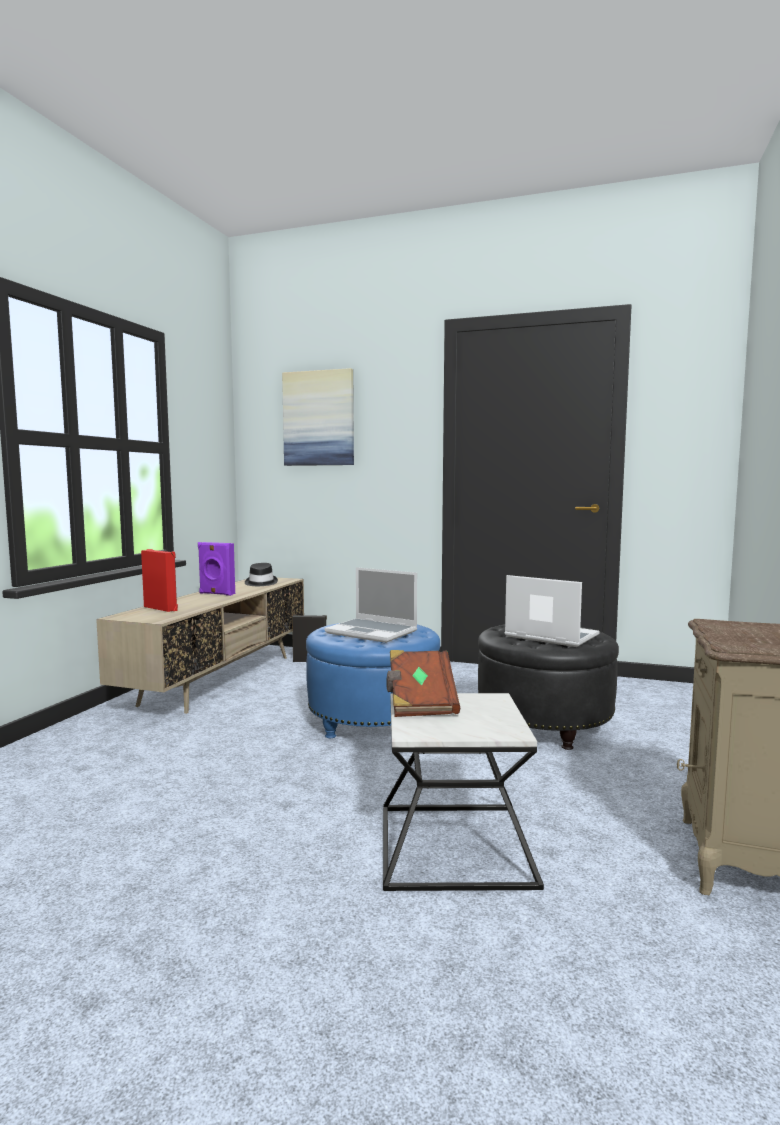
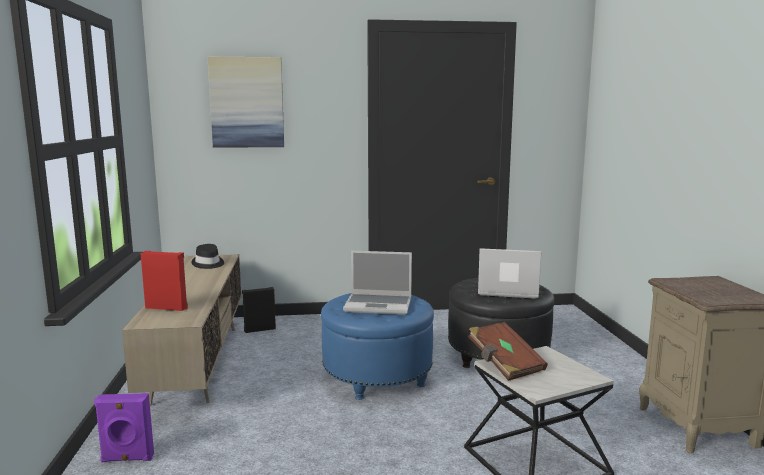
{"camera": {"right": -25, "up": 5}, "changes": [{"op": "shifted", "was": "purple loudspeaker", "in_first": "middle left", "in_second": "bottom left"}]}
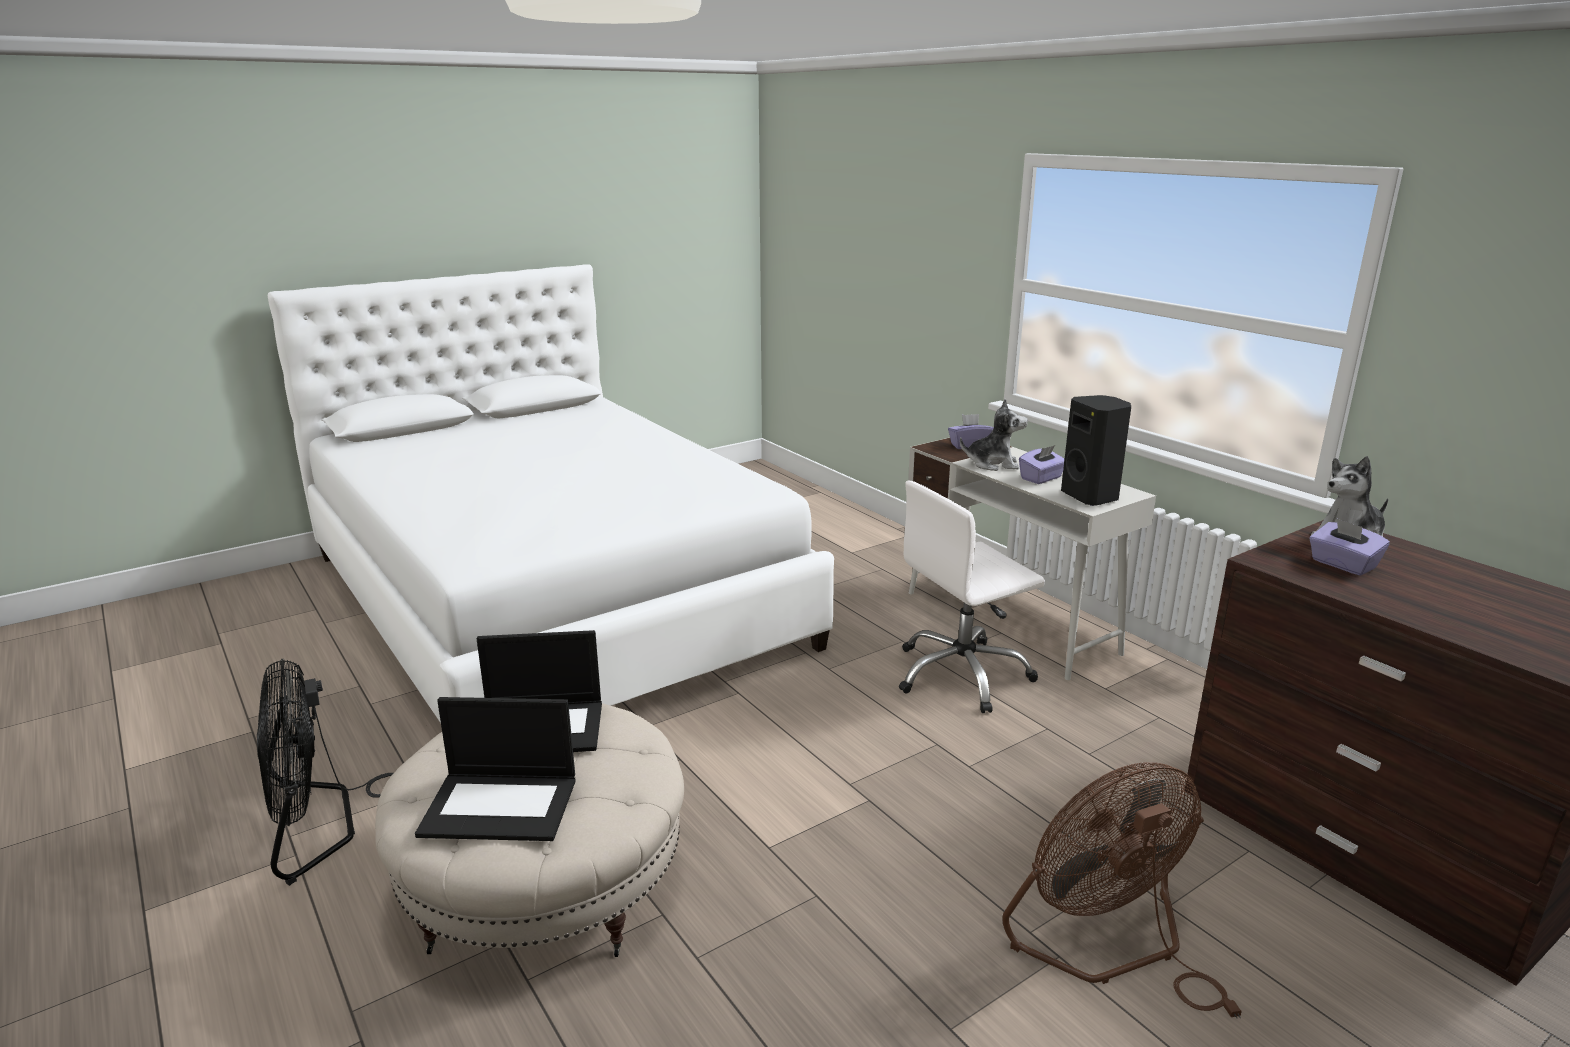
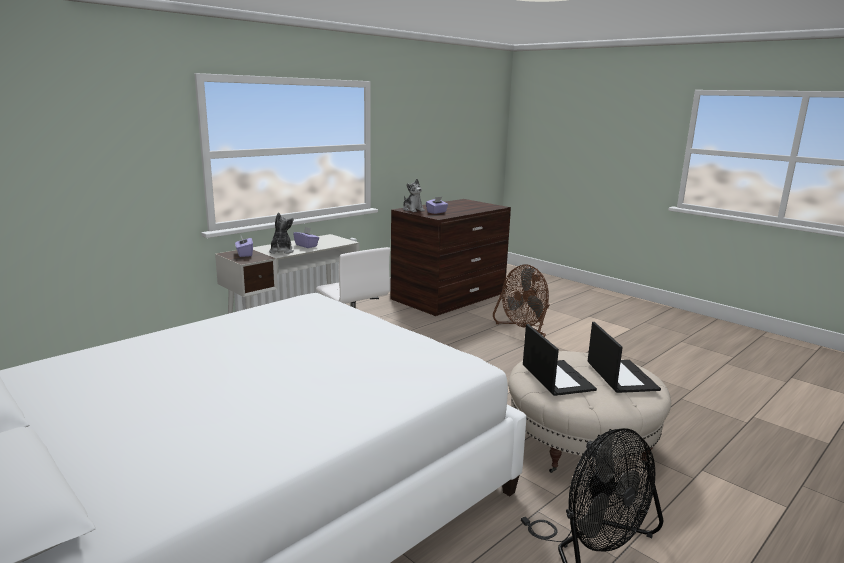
{"camera": {"right": -100, "up": -5}, "changes": [{"op": "gone", "was": "black-coloured loudspeaker", "in_first": "middle right"}]}
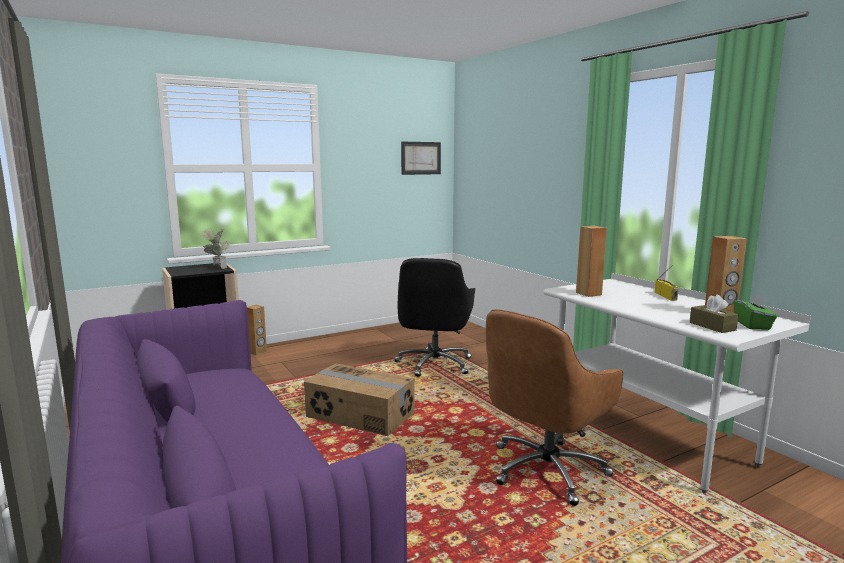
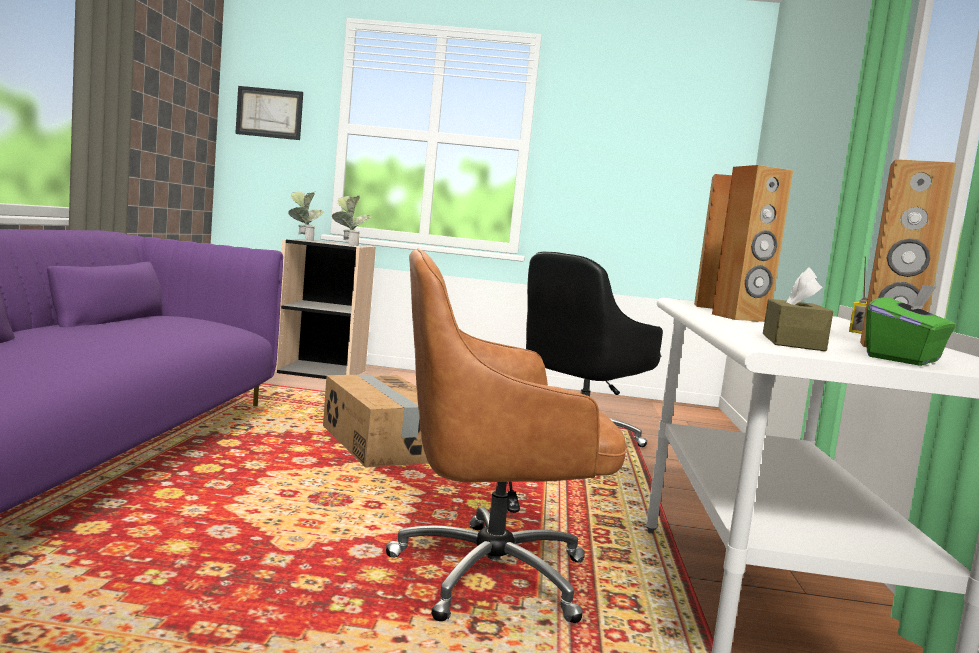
{"camera": {"right": 35, "up": -5}, "changes": [{"op": "shifted", "was": "brownish loudspeaker (no. 1 from left in the first image)", "now": "brownish loudspeaker (no. 2 from left)", "in_first": "middle left", "in_second": "middle right"}, {"op": "shifted", "was": "picture", "in_first": "top centre", "in_second": "top left"}, {"op": "new", "now": "houseplant (no. 1 from left)", "in_second": "top left"}]}
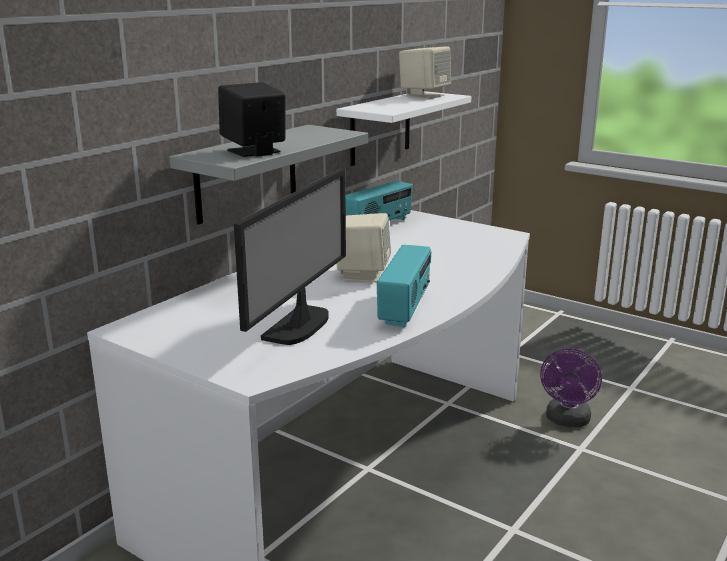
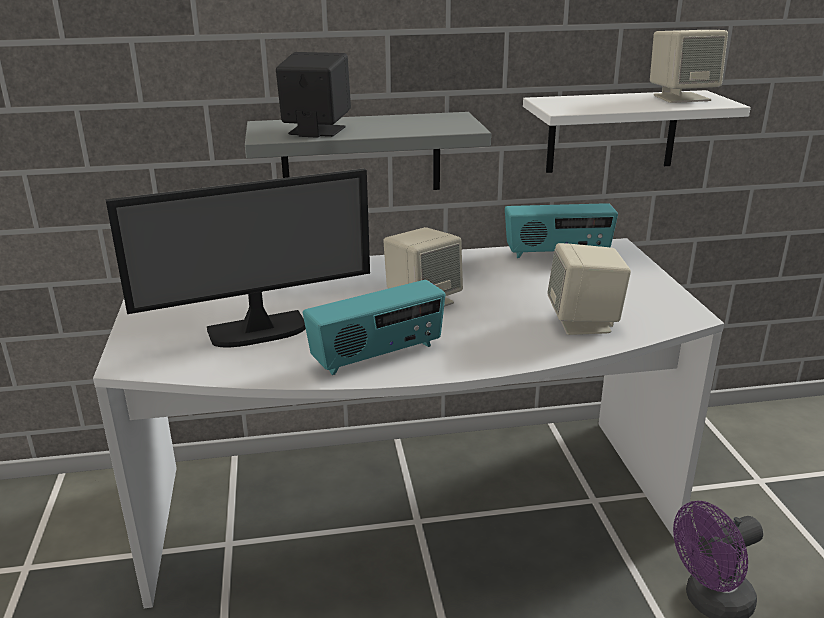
{"camera": {"right": 45, "up": 5}, "changes": [{"op": "new", "now": "sand-coloured loudspeaker (no. 2 from left)", "in_second": "middle right"}]}
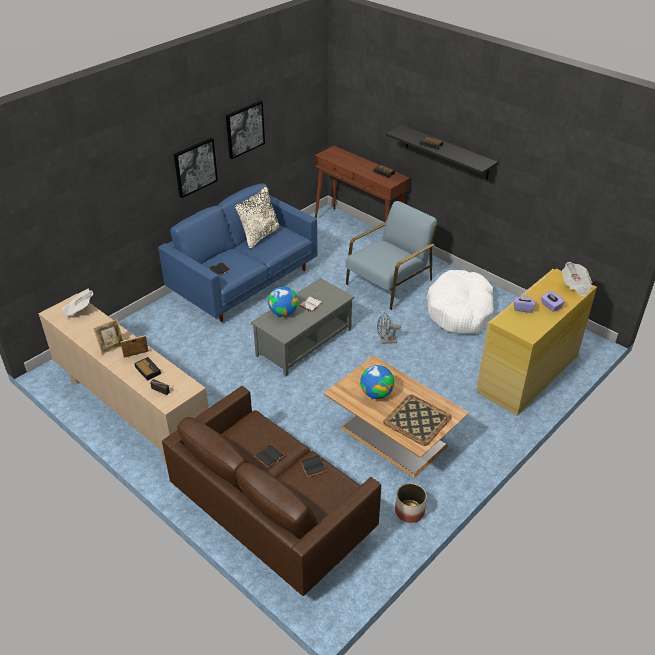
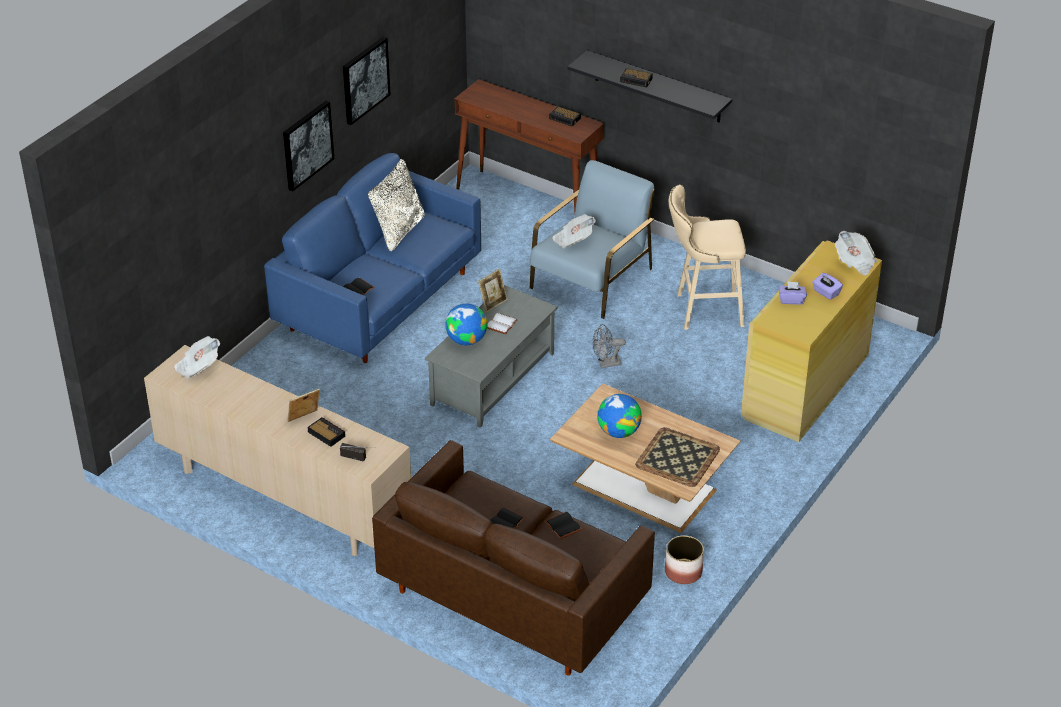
{"camera": {"right": -10, "up": 0}, "changes": [{"op": "shifted", "was": "picture frame (no. 1 from left in the first image)", "now": "picture frame (no. 2 from left)", "in_first": "middle left", "in_second": "centre"}, {"op": "swapped", "was": "whitish dog cushion", "now": "sand-coloured stool", "in_first": "middle right", "in_second": "centre"}, {"op": "new", "now": "printed paper (no. 2 from left)", "in_second": "top centre"}]}
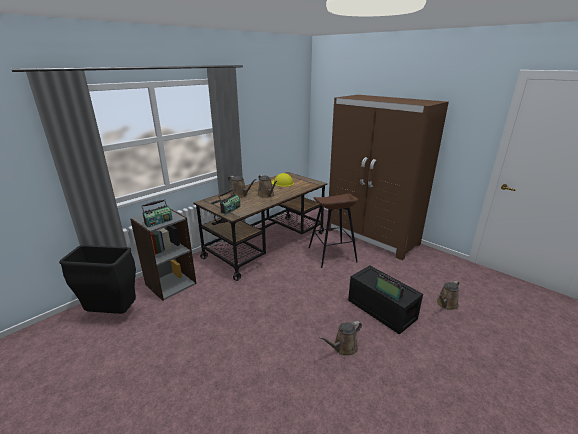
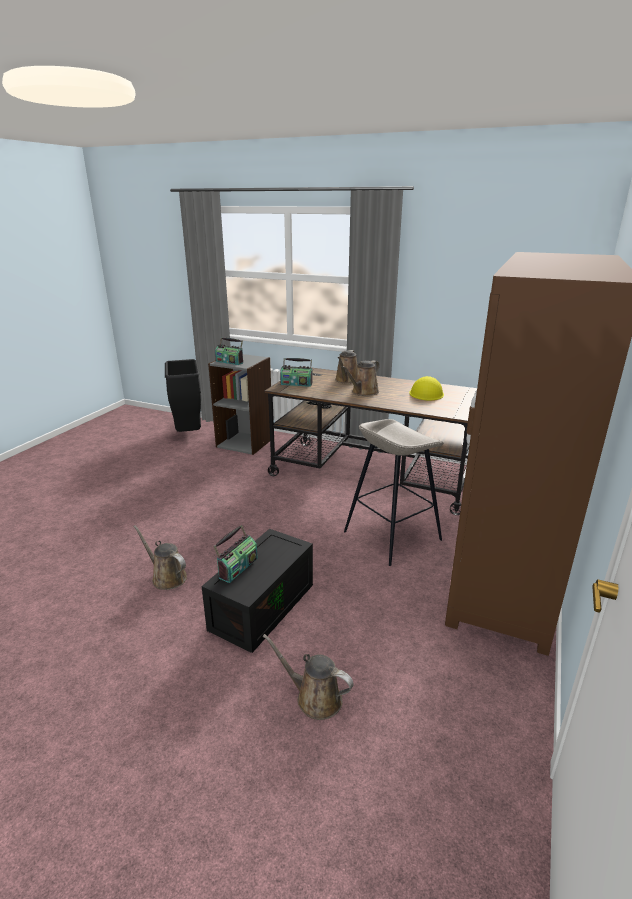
{"camera": {"right": 70, "up": 0}, "changes": [{"op": "repainted", "was": "brownish stool", "now": "gray stool", "in_first": "centre", "in_second": "centre"}]}
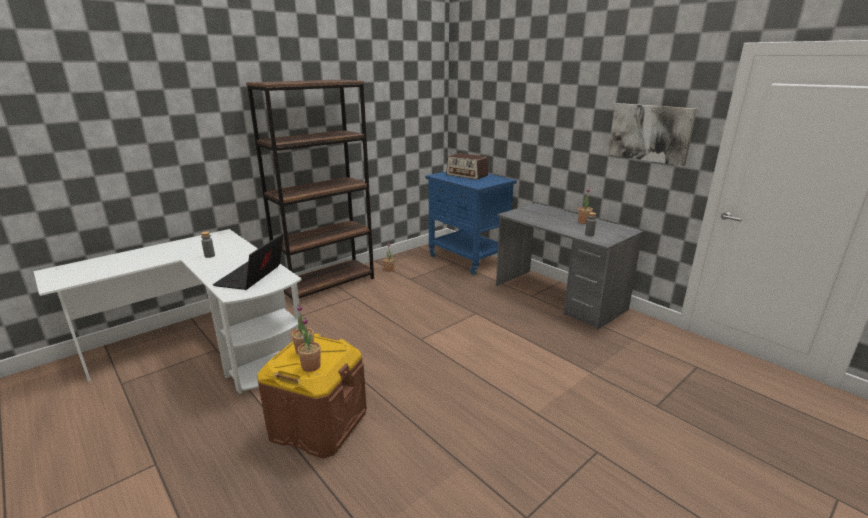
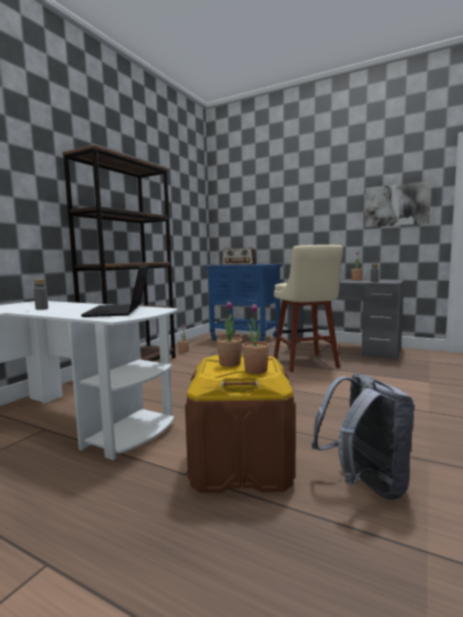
{"camera": {"right": -20, "up": -15}, "changes": [{"op": "new", "now": "sand-coloured stool", "in_second": "centre"}, {"op": "new", "now": "gray knapsack", "in_second": "bottom right"}]}
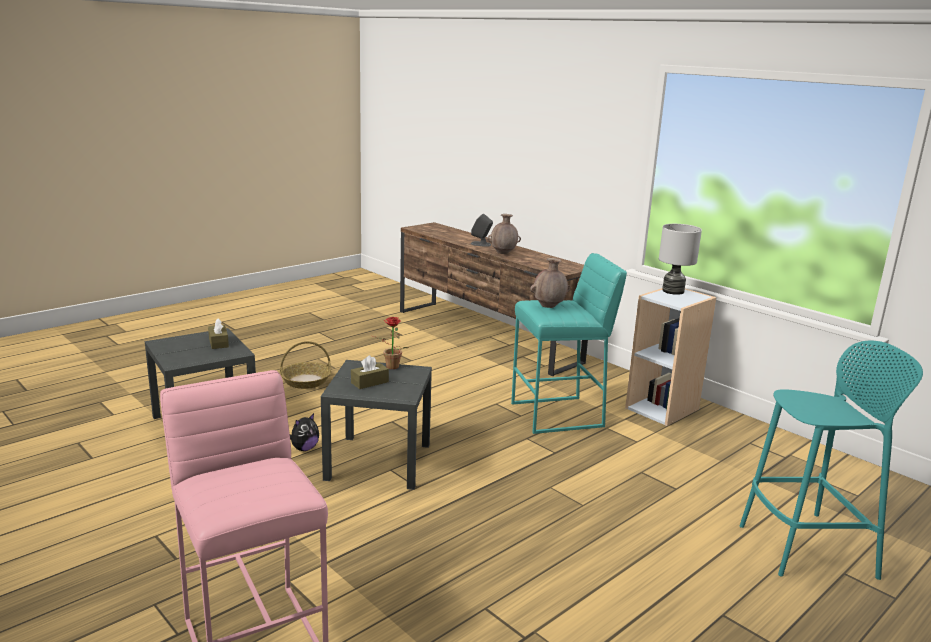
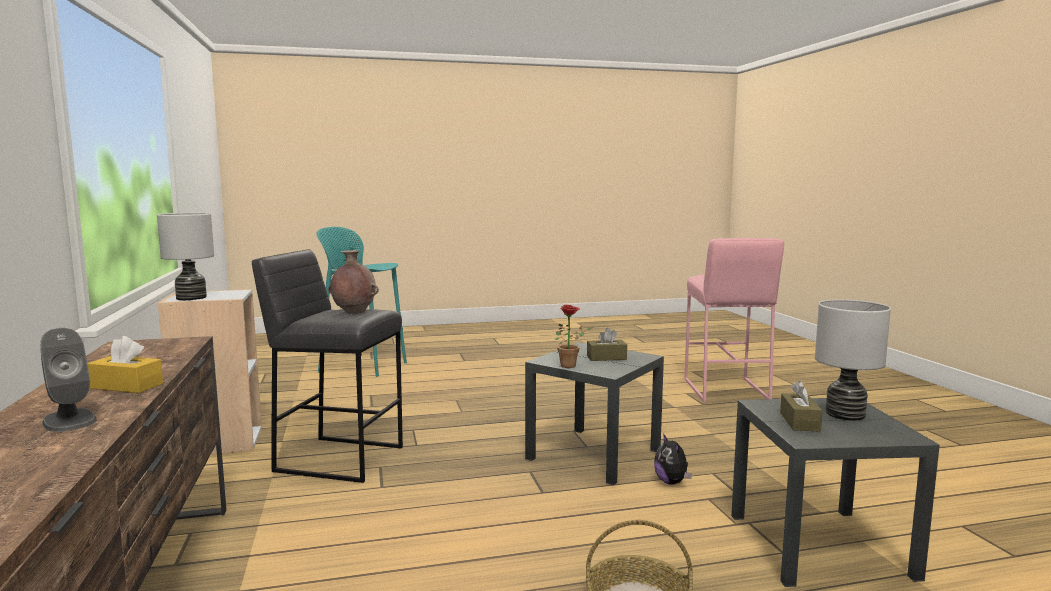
{"camera": {"right": -150, "up": -10}, "changes": [{"op": "rotated", "was": "plush toy", "in_first": "bottom left", "in_second": "bottom centre", "clockwise": -90}, {"op": "swapped", "was": "brownish decorative vase (no. 1 from left)", "now": "yellow-coloured tissue box", "in_first": "centre", "in_second": "middle left"}, {"op": "repainted", "was": "blue-green stool (no. 1 from left)", "now": "gray stool", "in_first": "centre", "in_second": "middle left"}, {"op": "new", "now": "gray tabletop lamp (no. 2 from left)", "in_second": "middle right"}]}
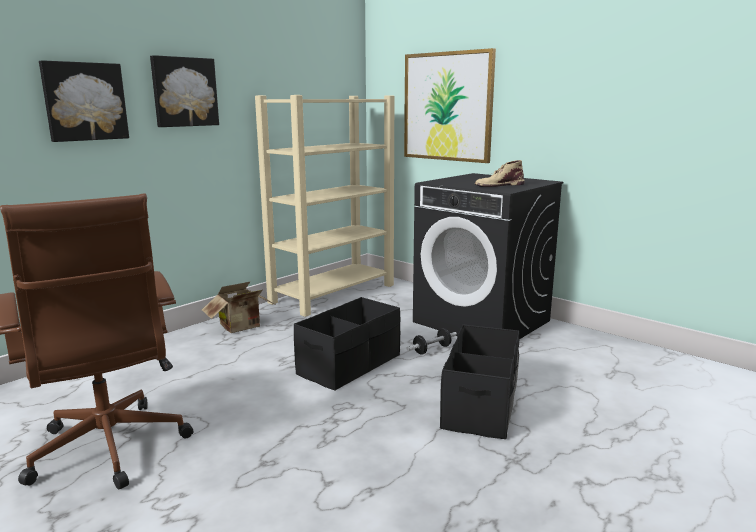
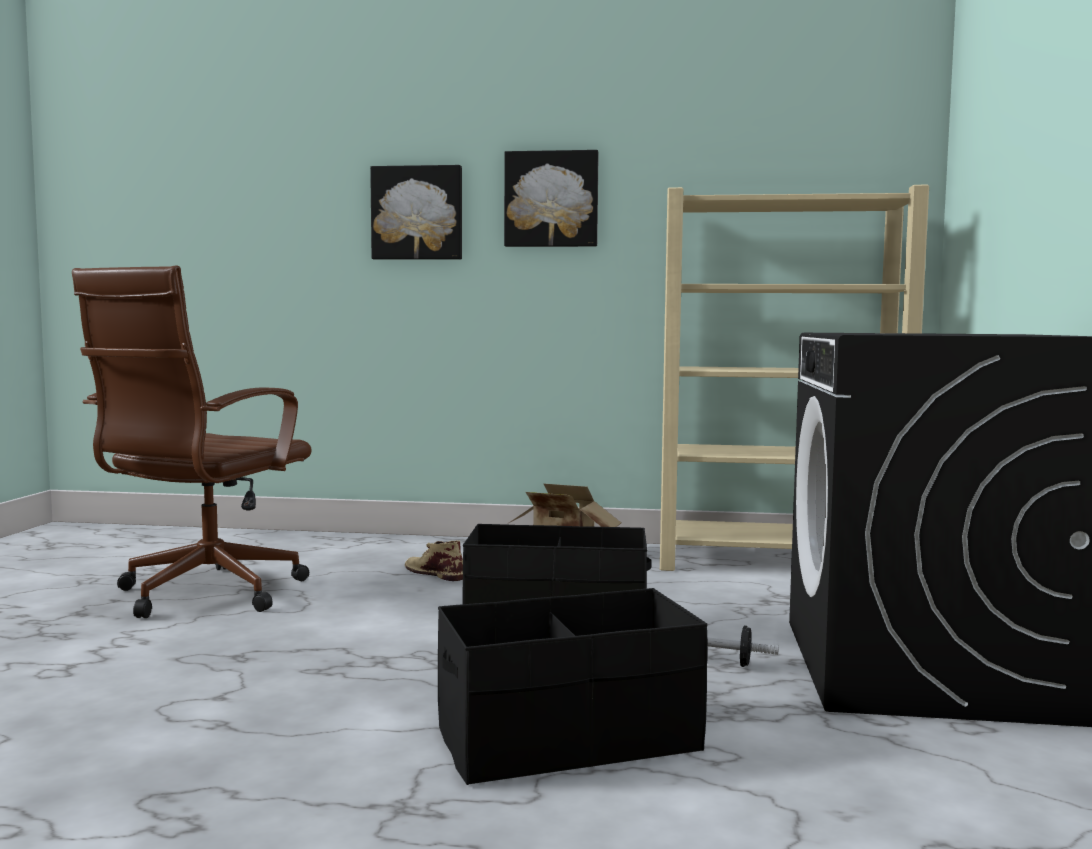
{"camera": {"right": 55, "up": -10}, "changes": [{"op": "gone", "was": "picture (no. 3 from left)", "in_first": "top centre"}, {"op": "shifted", "was": "sand-coloured high-top boot", "in_first": "top centre", "in_second": "centre"}]}
